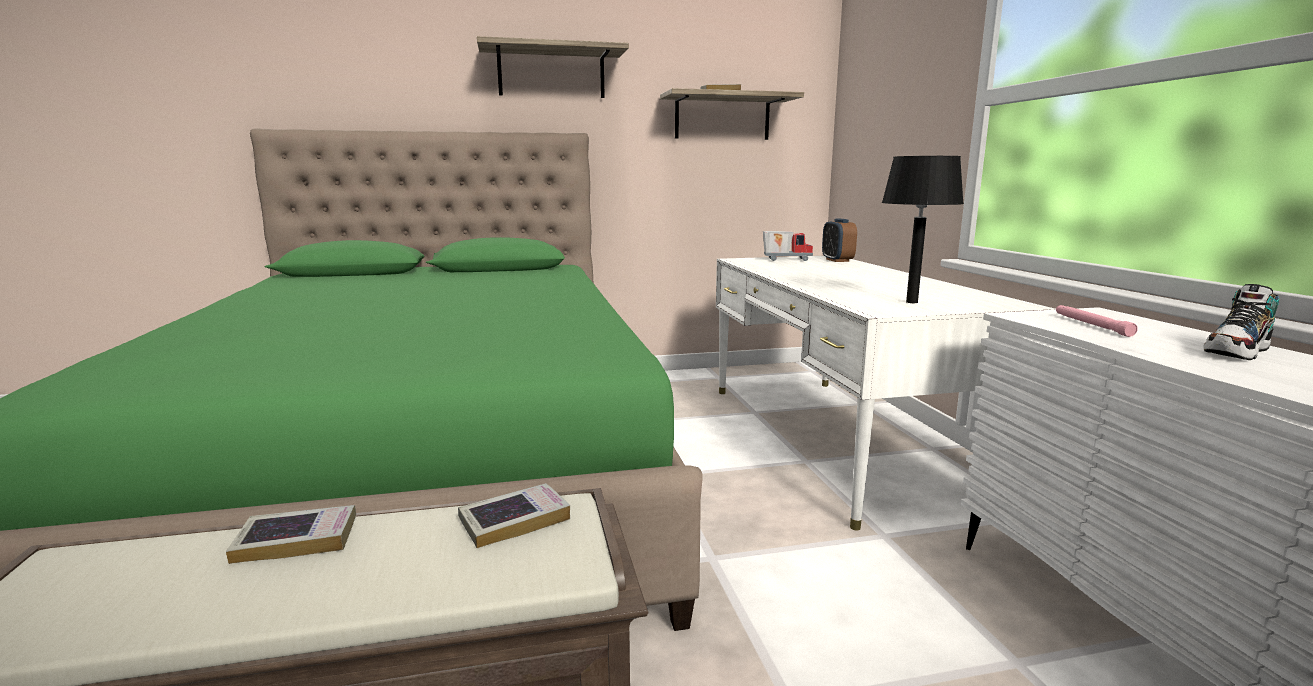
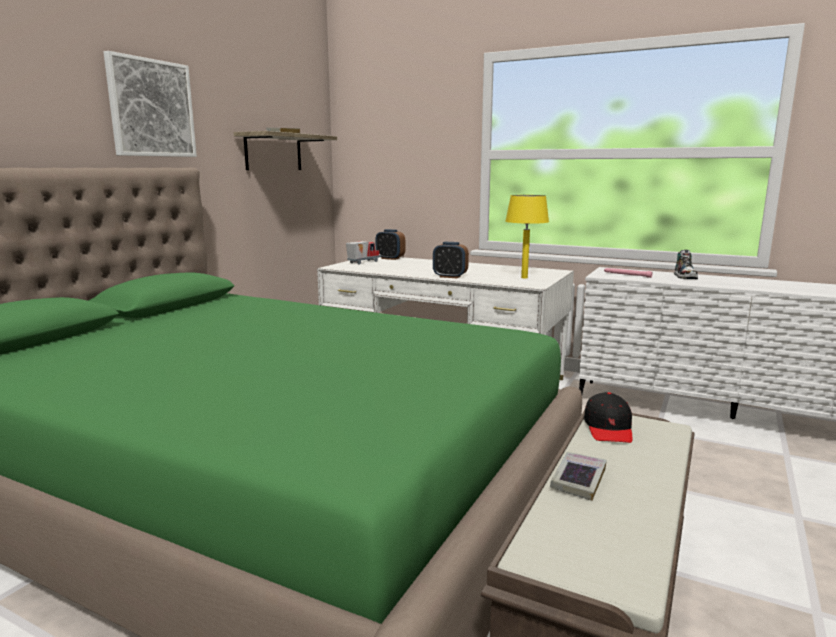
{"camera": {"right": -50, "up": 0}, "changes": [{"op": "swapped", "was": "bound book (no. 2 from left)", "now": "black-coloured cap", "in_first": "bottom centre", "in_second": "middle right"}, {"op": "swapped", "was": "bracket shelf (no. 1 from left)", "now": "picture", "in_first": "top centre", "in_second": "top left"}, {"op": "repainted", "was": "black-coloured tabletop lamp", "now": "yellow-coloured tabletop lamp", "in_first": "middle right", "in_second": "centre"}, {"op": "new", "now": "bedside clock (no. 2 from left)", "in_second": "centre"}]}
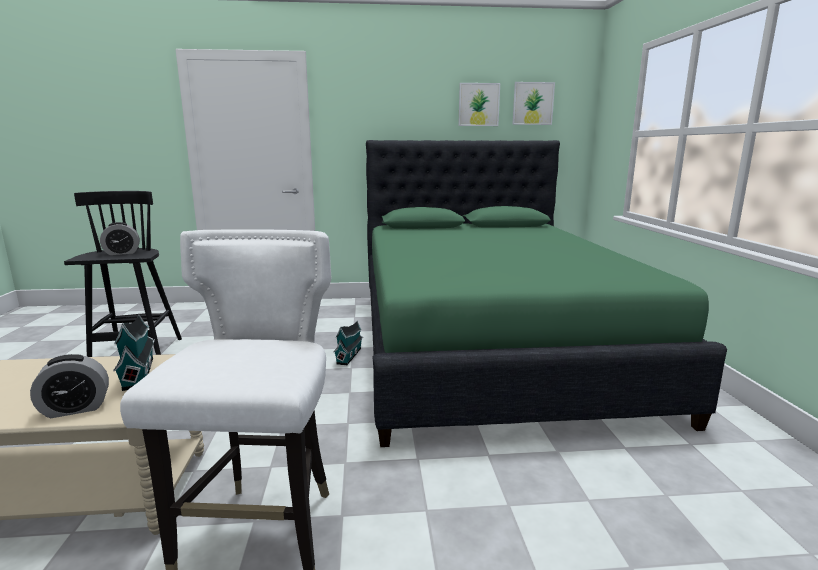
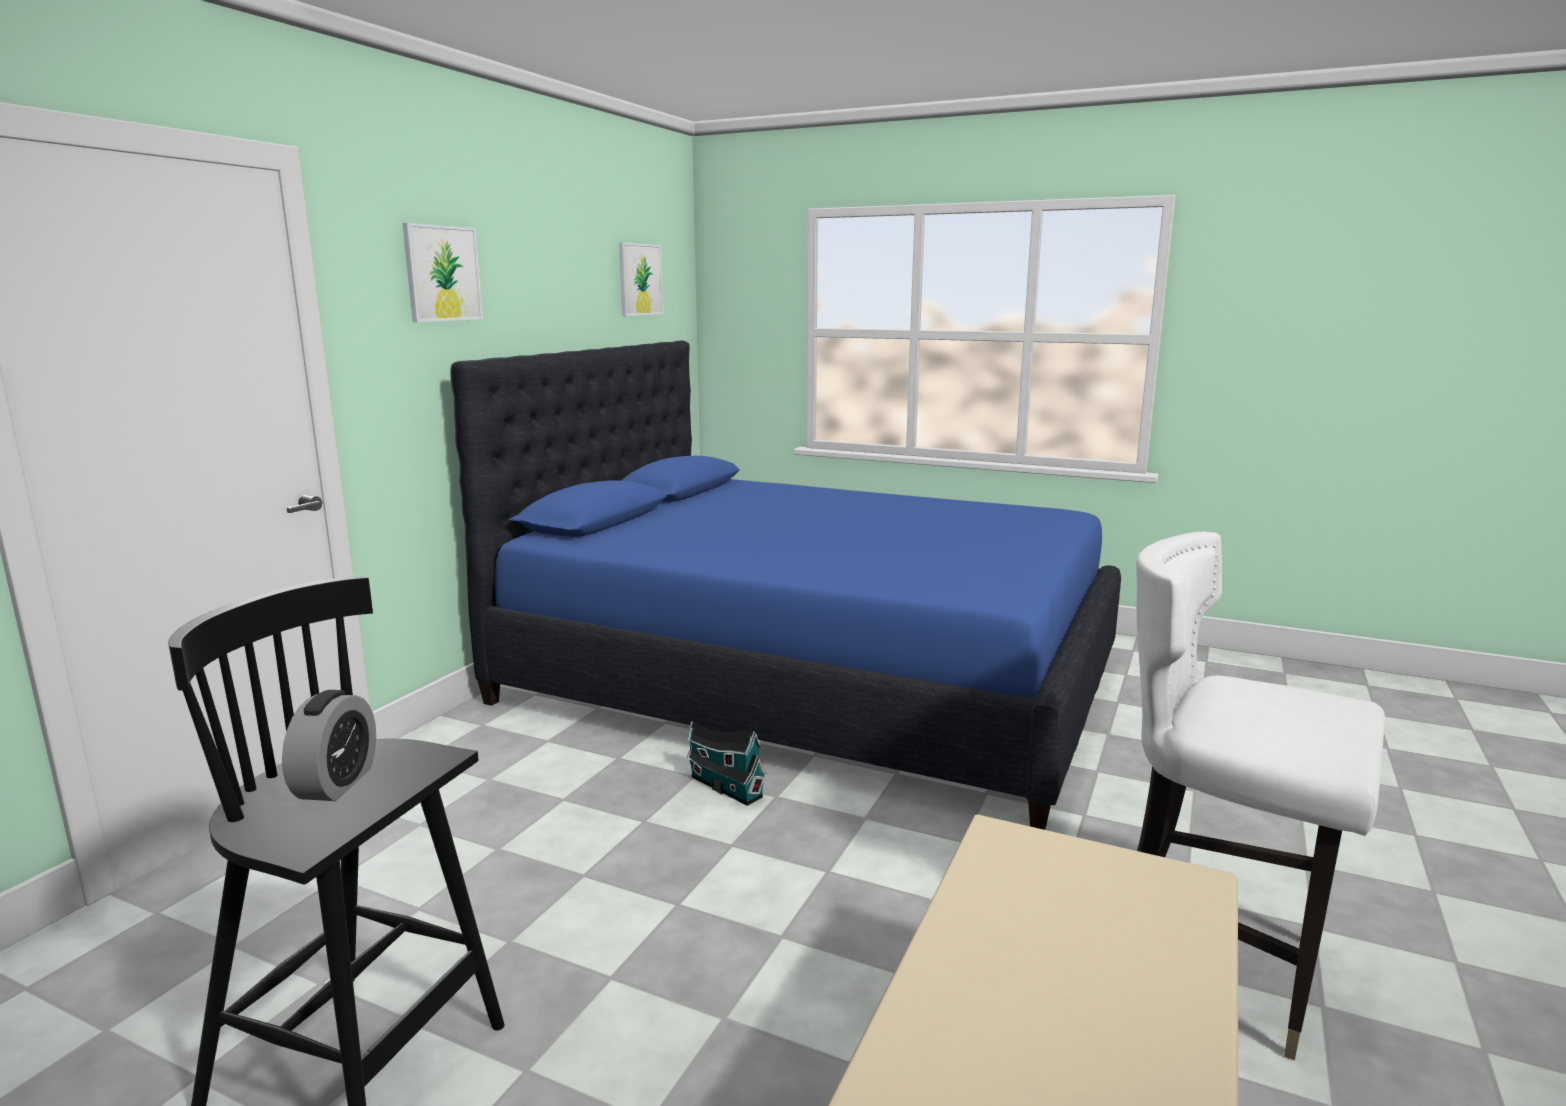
{"camera": {"right": -60, "up": 0}, "changes": [{"op": "gone", "was": "bedside clock (no. 1 from left)", "in_first": "bottom left"}, {"op": "gone", "was": "toy house (no. 1 from left)", "in_first": "middle left"}, {"op": "repainted", "was": "greenish bed", "now": "bluish bed", "in_first": "middle right", "in_second": "centre"}, {"op": "shifted", "was": "picture (no. 1 from left)", "in_first": "top centre", "in_second": "top left"}]}
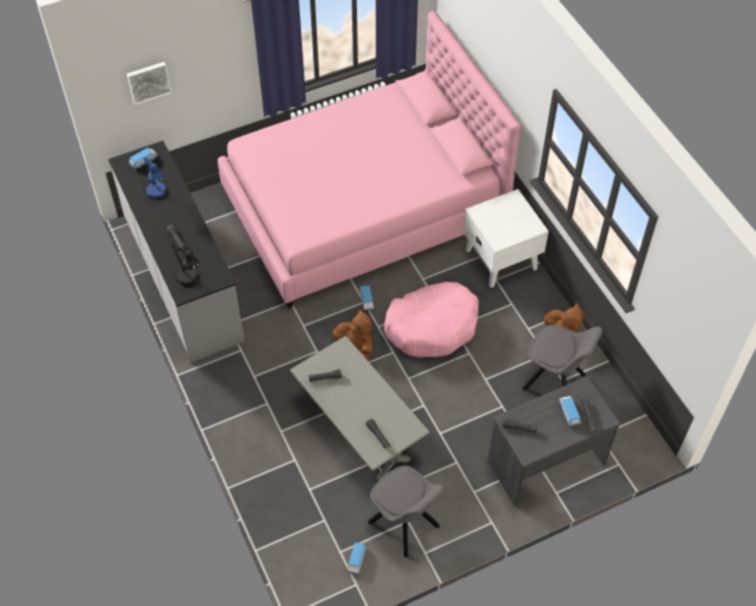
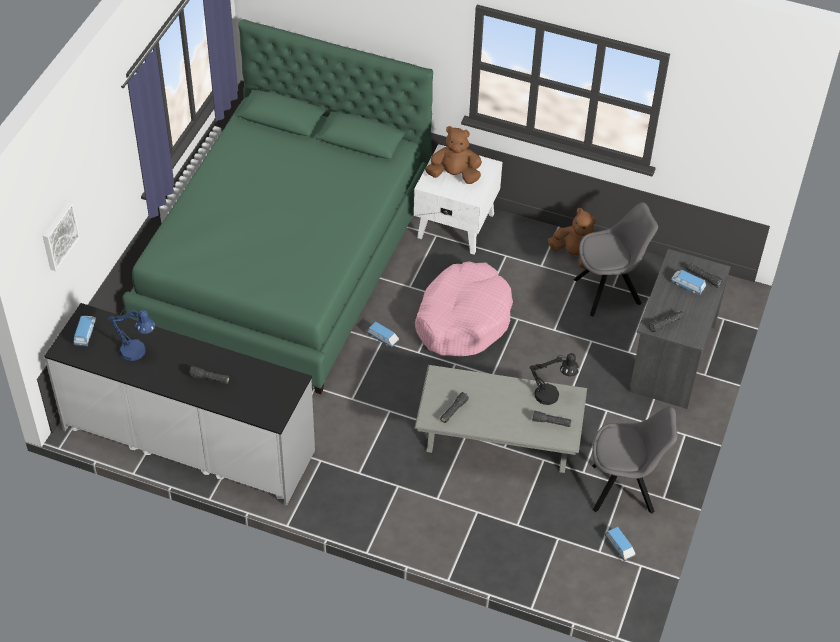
{"camera": {"right": -45, "up": -5}, "changes": [{"op": "shifted", "was": "black-coloured tabletop lamp", "in_first": "middle left", "in_second": "centre"}, {"op": "repainted", "was": "pinkish bed", "now": "greenish bed", "in_first": "top centre", "in_second": "top left"}, {"op": "shifted", "was": "brownish plush toy (no. 1 from left)", "in_first": "centre", "in_second": "top centre"}]}
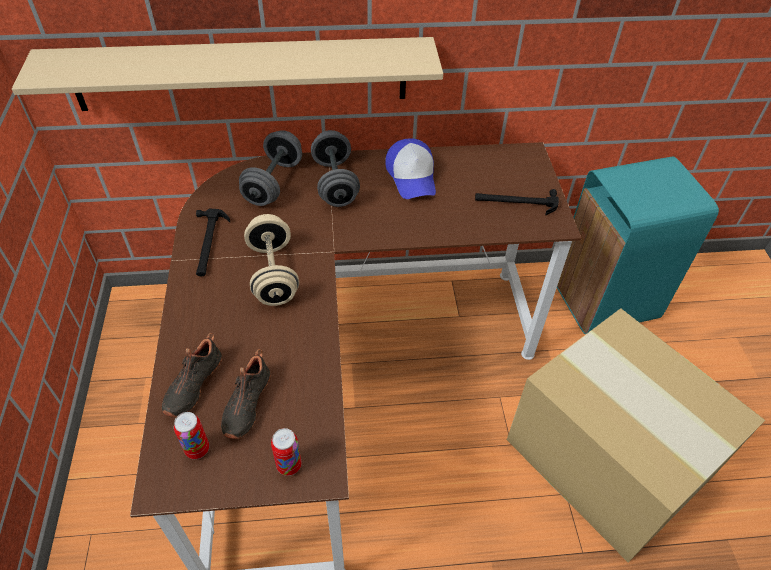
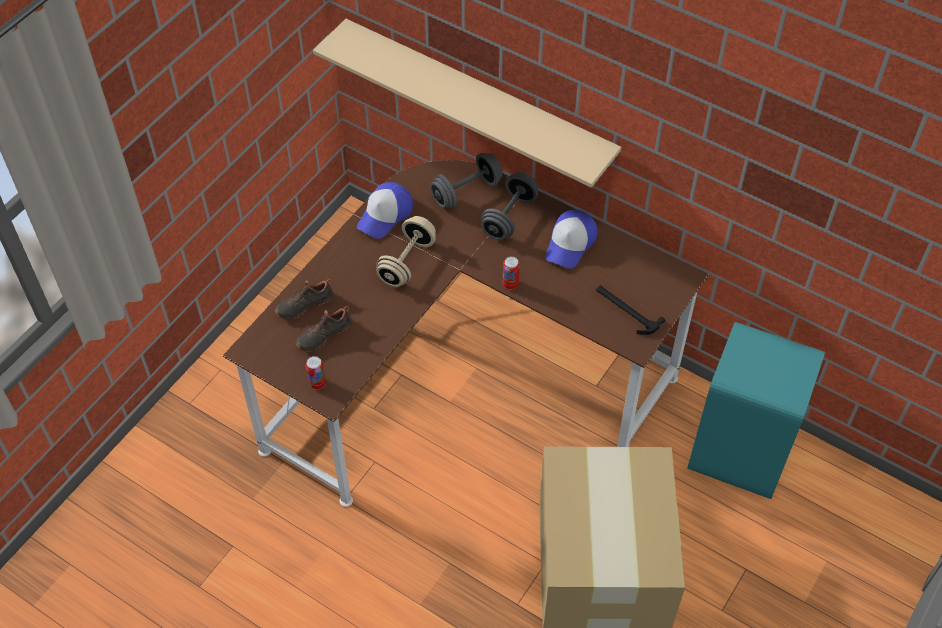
{"camera": {"right": 40, "up": 5}, "changes": [{"op": "shifted", "was": "can (no. 1 from left in the first image)", "now": "can (no. 2 from left)", "in_first": "bottom left", "in_second": "centre"}, {"op": "swapped", "was": "tool hammer (no. 1 from left)", "now": "cap (no. 1 from left)", "in_first": "middle left", "in_second": "centre"}]}
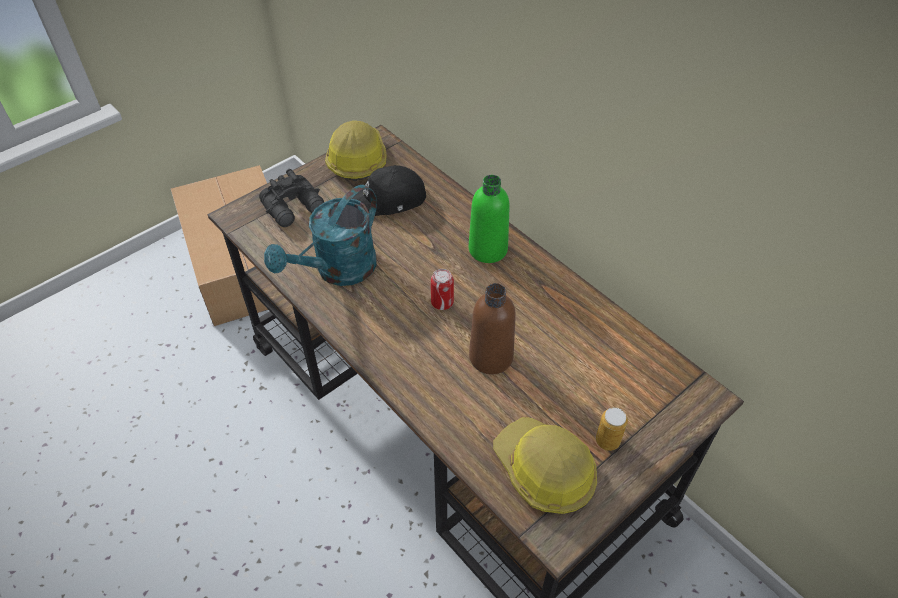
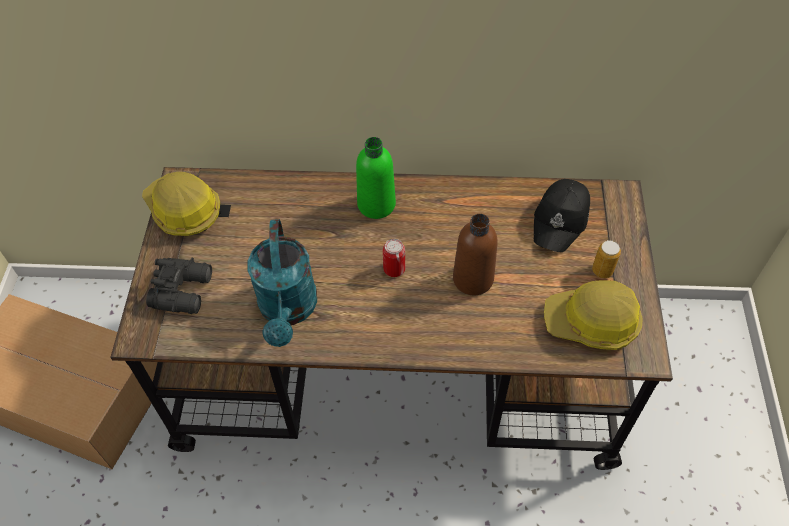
{"camera": {"right": -45, "up": 5}, "changes": [{"op": "shifted", "was": "black-coloured cap", "in_first": "top centre", "in_second": "middle right"}]}
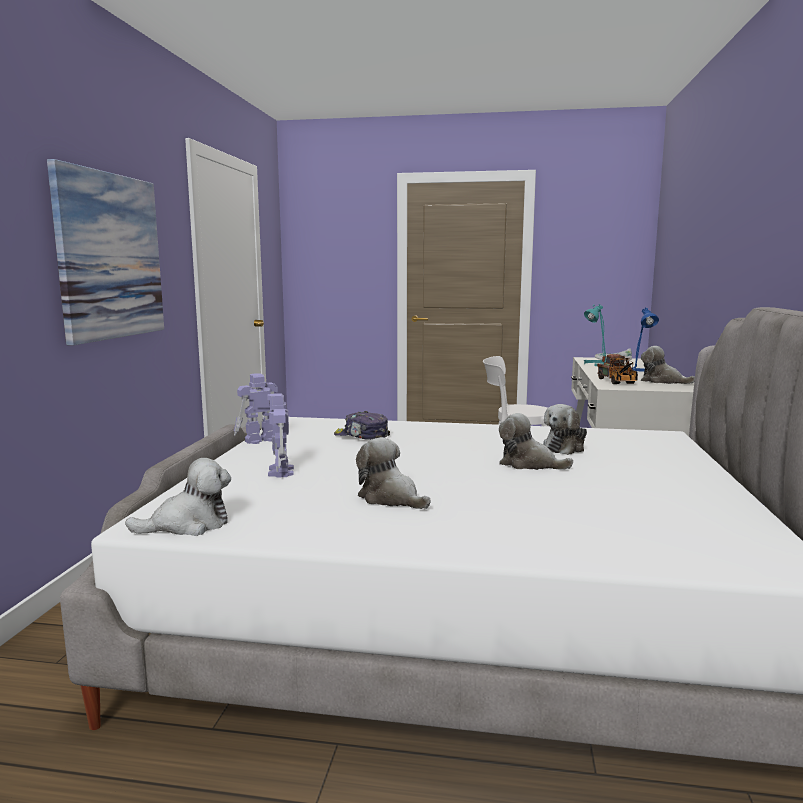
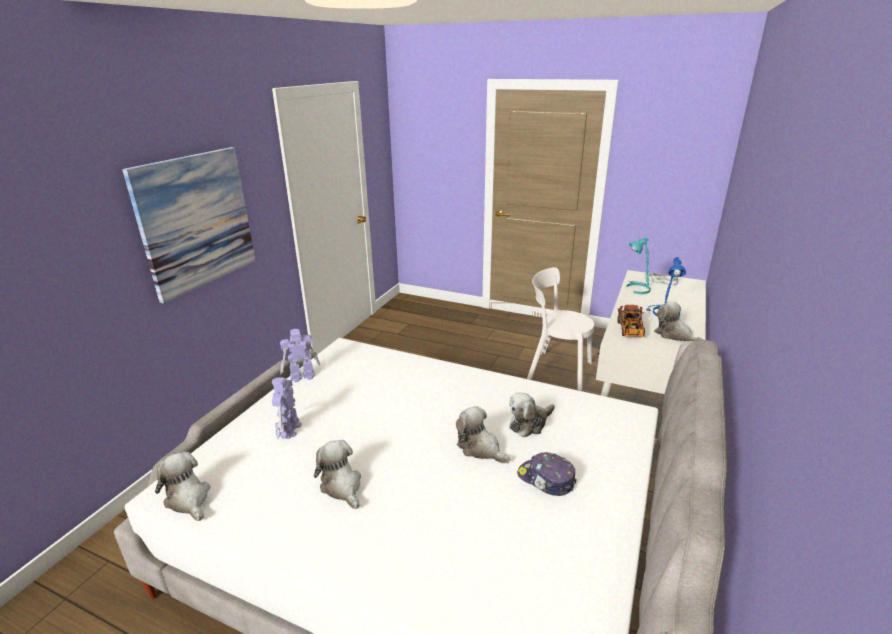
{"camera": {"right": 15, "up": 15}, "changes": [{"op": "rotated", "was": "plush toy (no. 1 from left)", "in_first": "middle left", "in_second": "bottom left", "clockwise": -120}, {"op": "shifted", "was": "cap", "in_first": "centre", "in_second": "bottom centre"}]}
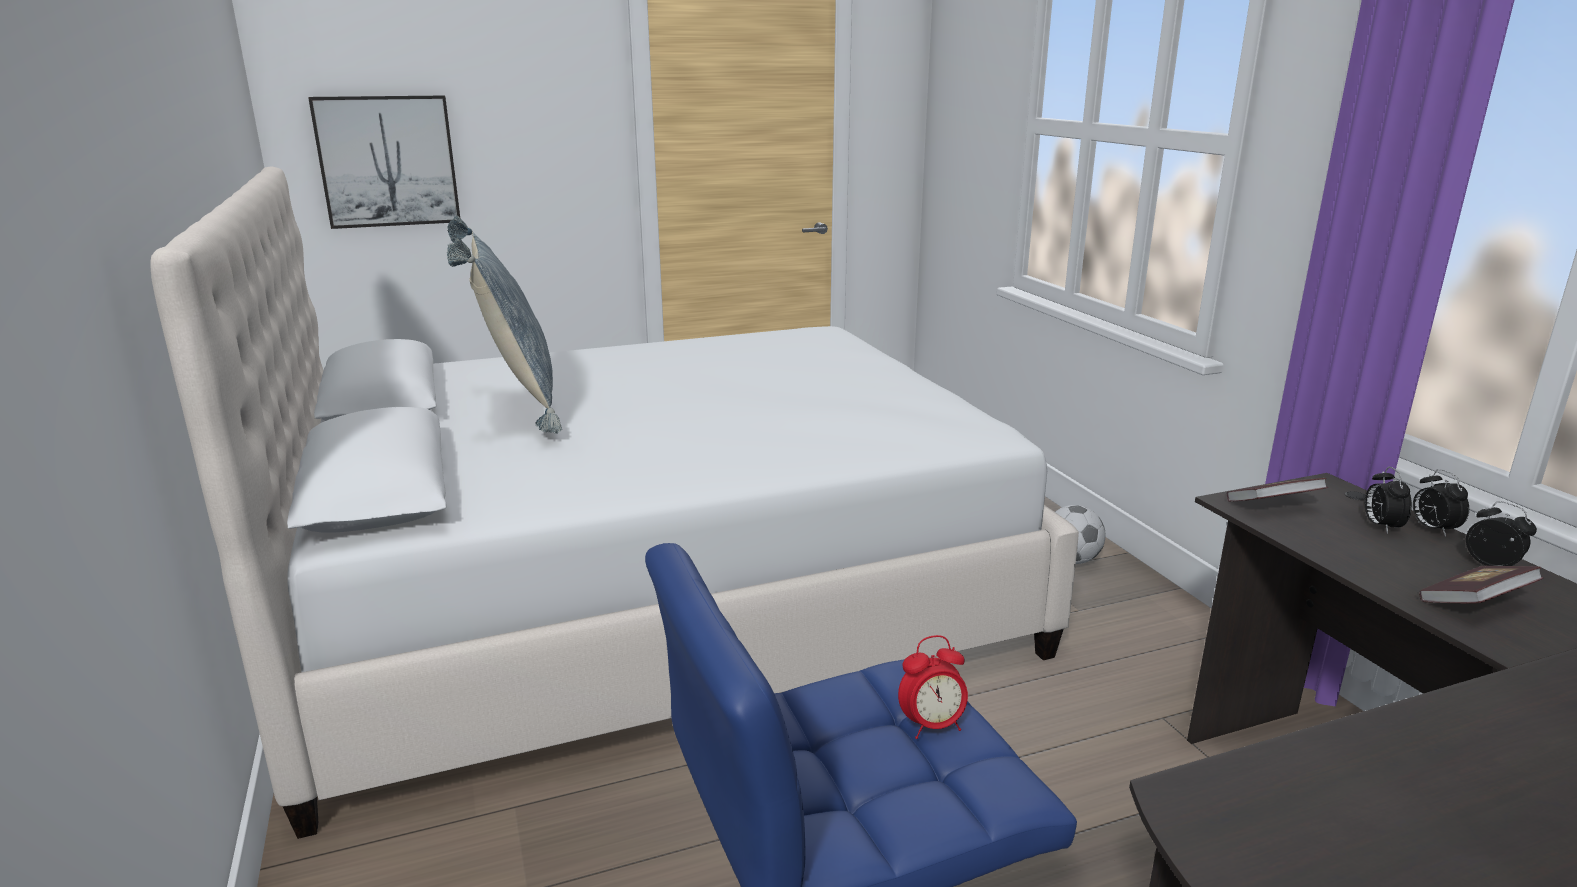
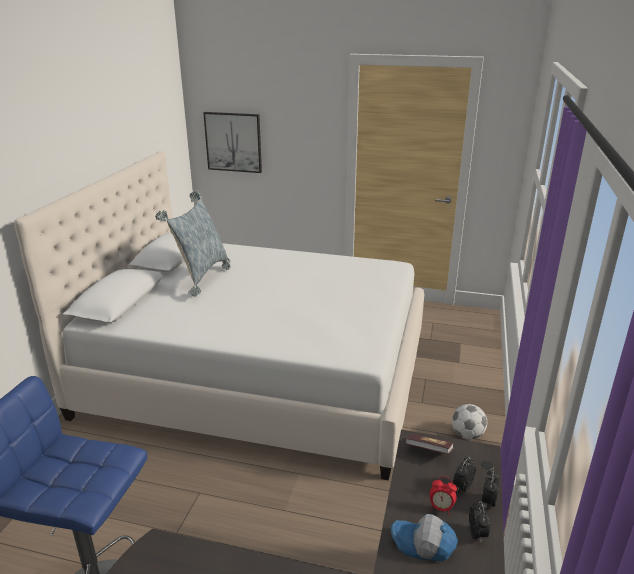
{"camera": {"right": 35, "up": 5}, "changes": [{"op": "shifted", "was": "bedside clock (no. 1 from left)", "in_first": "bottom centre", "in_second": "bottom right"}, {"op": "swapped", "was": "bound book (no. 2 from left)", "now": "cap", "in_first": "middle right", "in_second": "bottom right"}]}
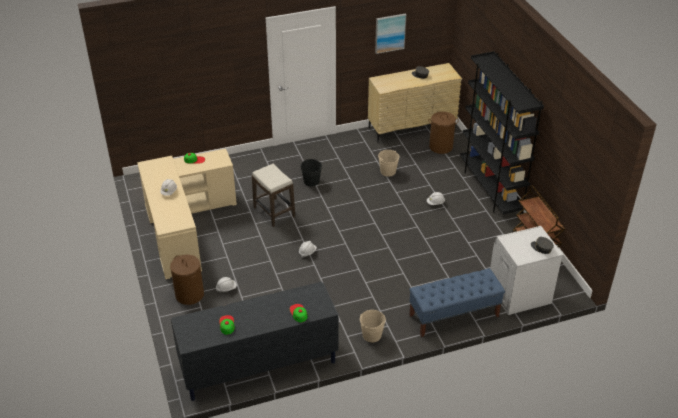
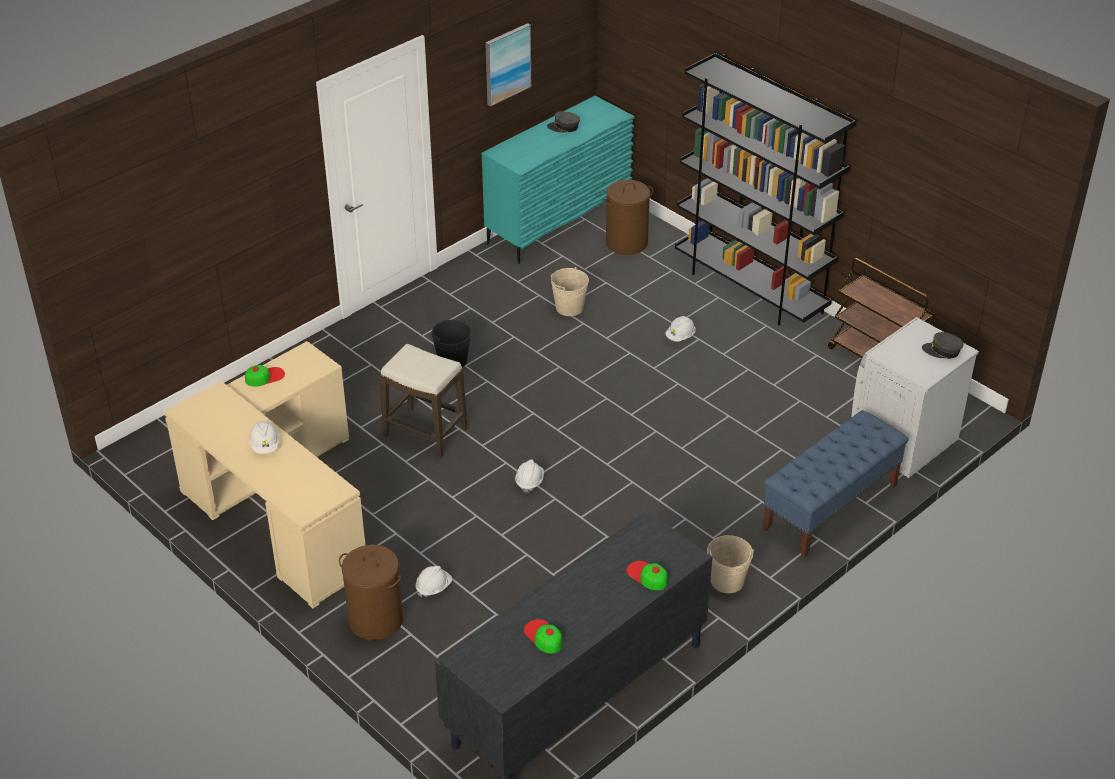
{"camera": {"right": -25, "up": 0}, "changes": [{"op": "repainted", "was": "sand-coloured dresser", "now": "blue-green dresser", "in_first": "top centre", "in_second": "top centre"}]}
